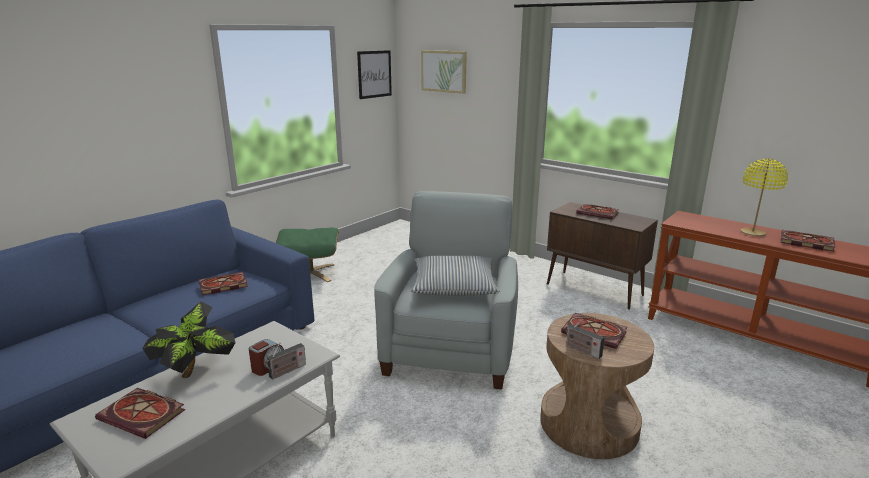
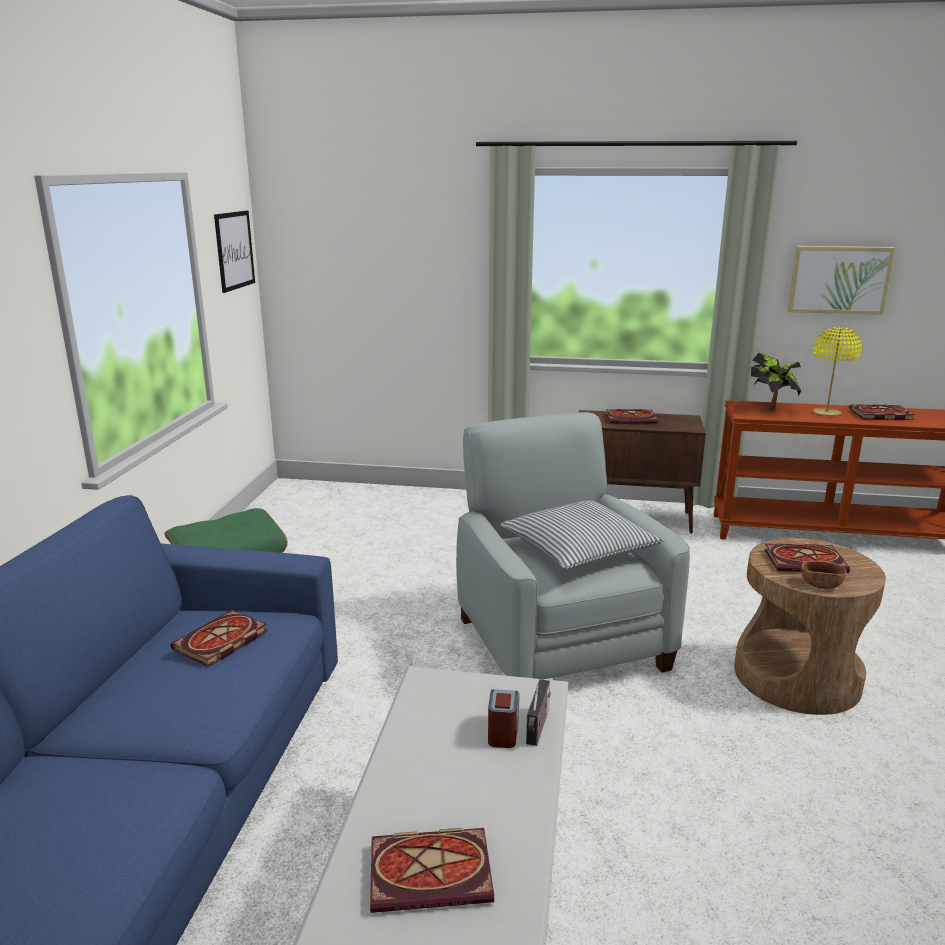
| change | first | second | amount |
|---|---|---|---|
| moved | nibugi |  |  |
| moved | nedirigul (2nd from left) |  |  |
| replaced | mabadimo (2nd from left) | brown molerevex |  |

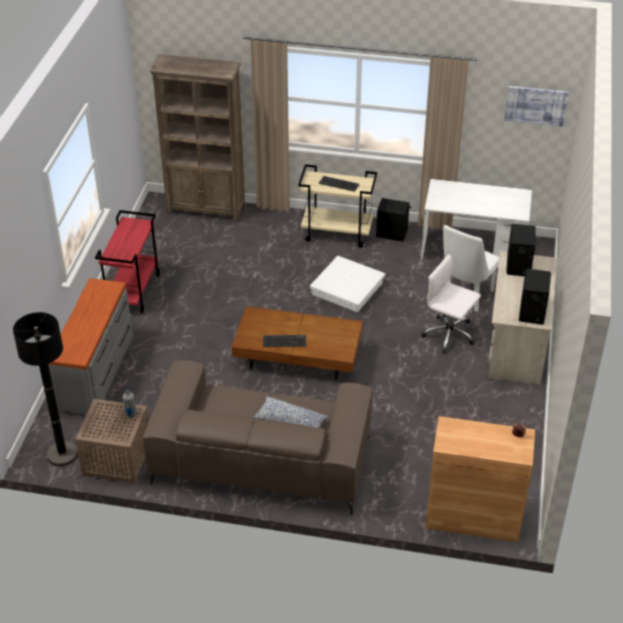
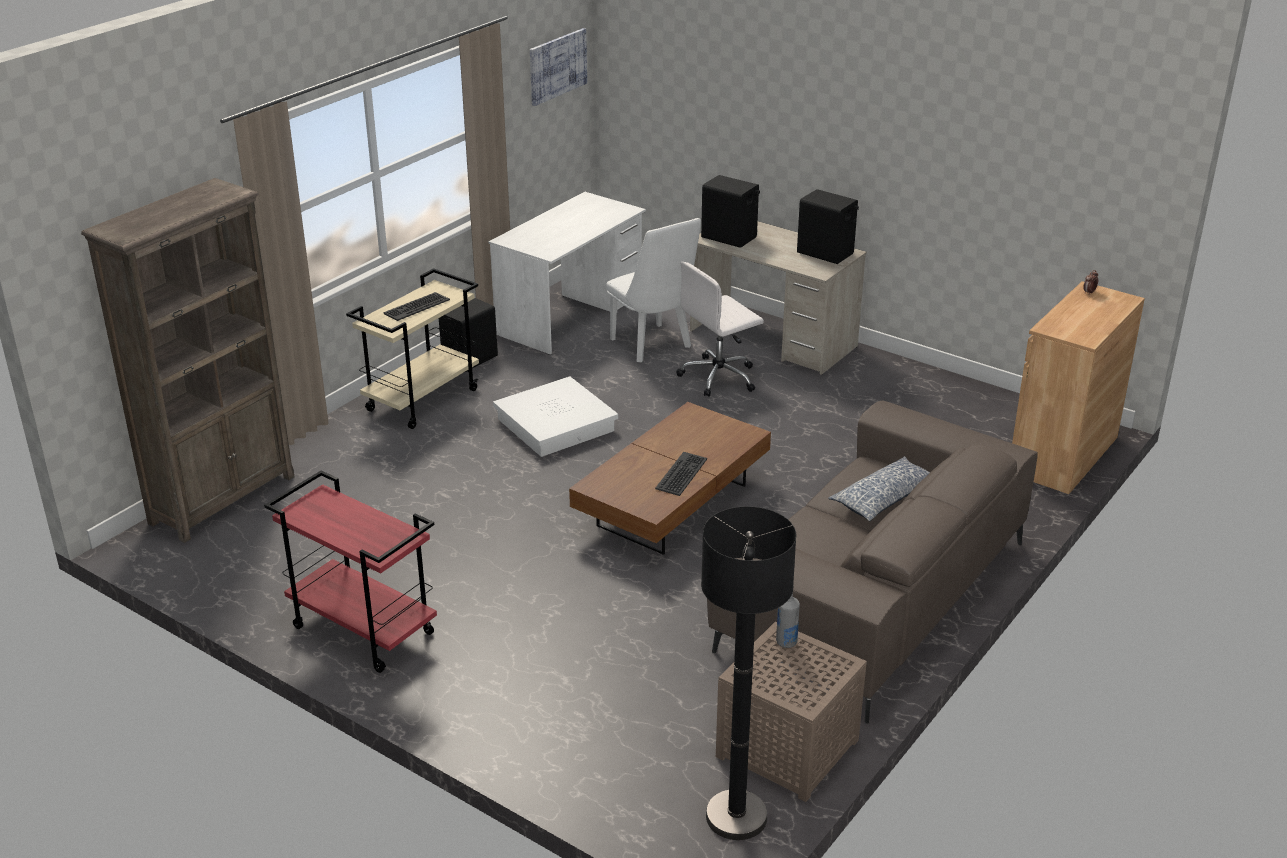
| change | first | second | amount |
|---|---|---|---|
| removed | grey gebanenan |  |  |

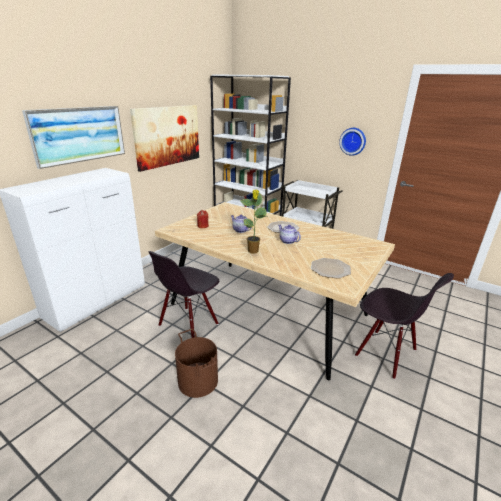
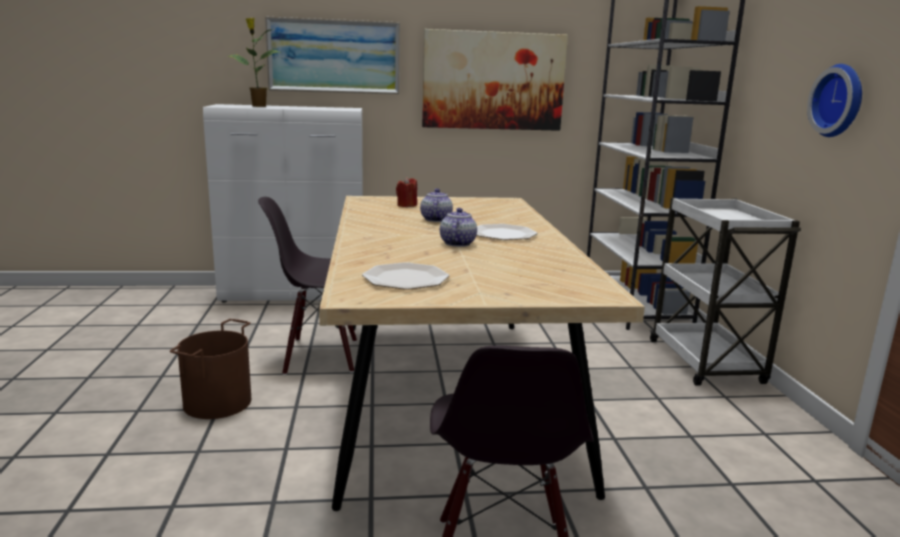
| change | first | second | amount |
|---|---|---|---|
| moved | nibugi |  |  |

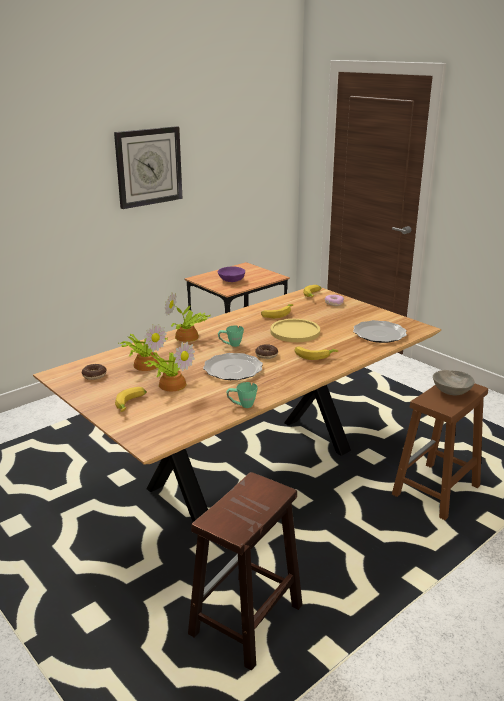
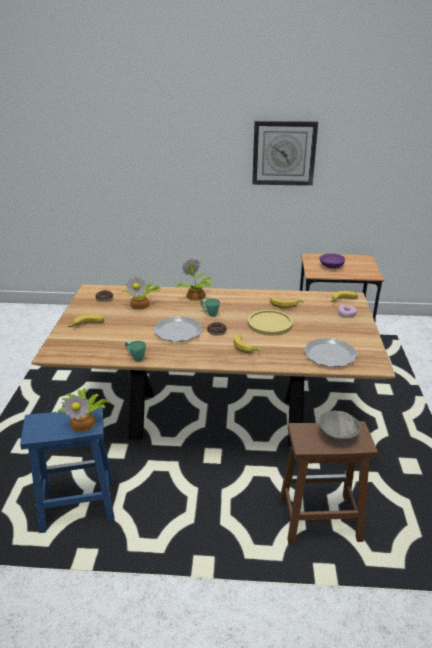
| change | first | second | amount |
|---|---|---|---|
| moved | nibugi (2nd from left in the first image) | nibugi (1st from left) |  |
| recoloured | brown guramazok (1st from left) | blue guramazok |  |

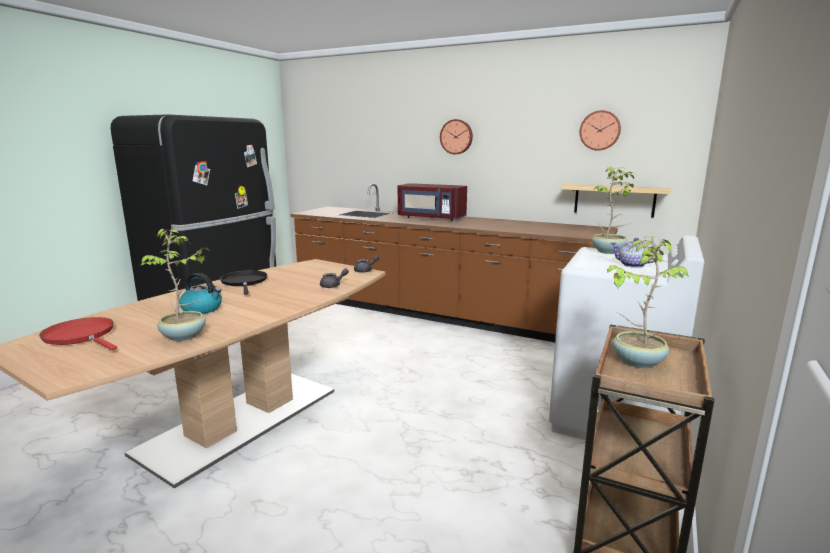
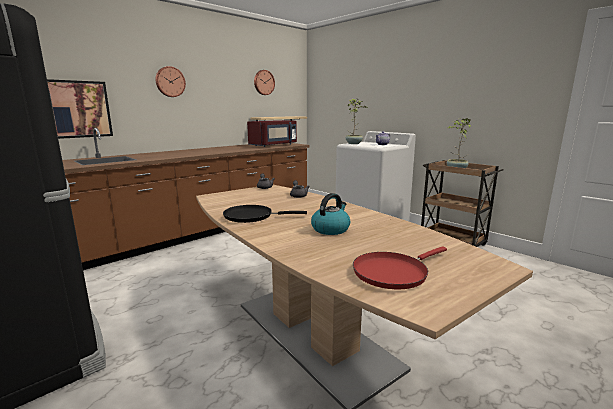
| change | first | second | amount |
|---|---|---|---|
| removed | nibugi (1st from left) |  |  |
| added |  | nedirigul |  |
| moved | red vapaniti |  |  |

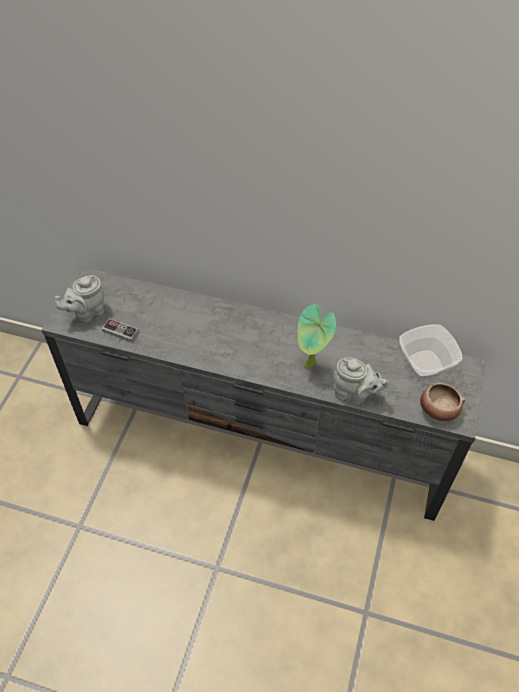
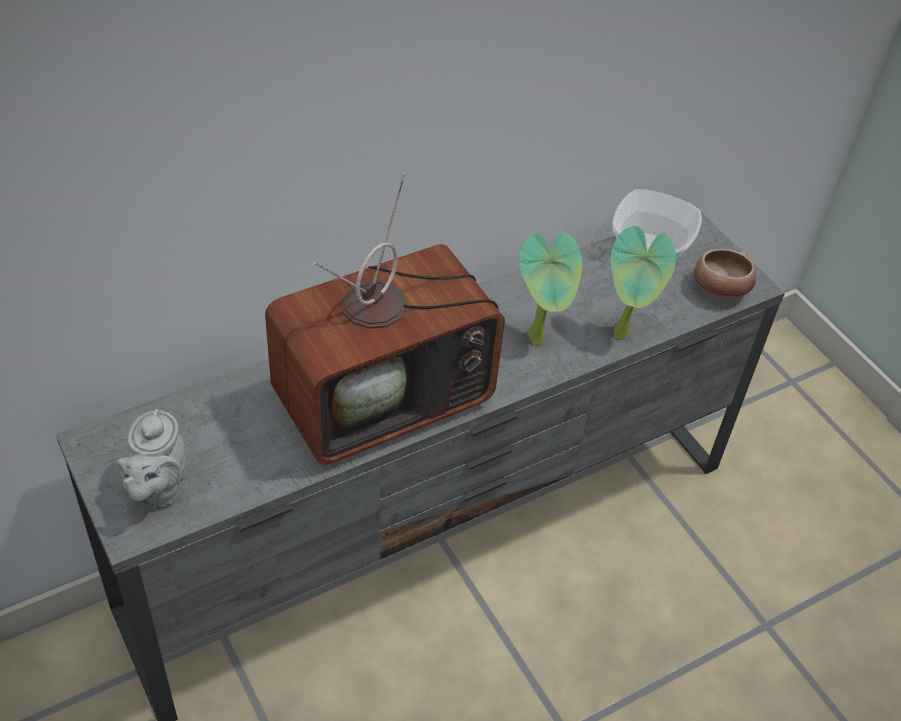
| change | first | second | amount |
|---|---|---|---|
| removed | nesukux |  |  |
| added |  | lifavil |  |
| replaced | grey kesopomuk (2nd from left) | nibugi (2nd from left) |  |

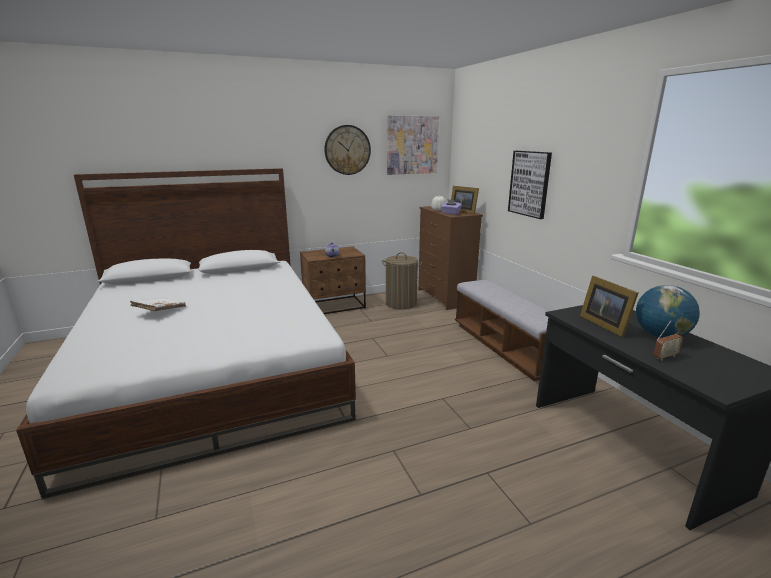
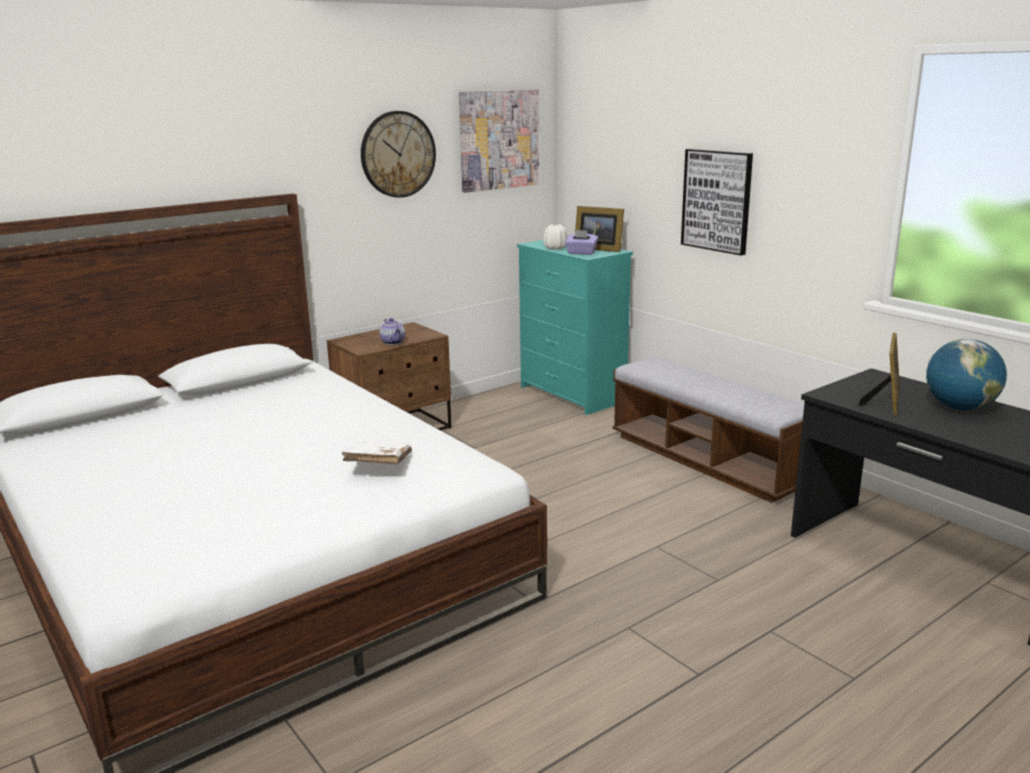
| change | first | second | amount |
|---|---|---|---|
| removed | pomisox |  |  |
| removed | mabadimo |  |  |
| moved | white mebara |  |  |
| recoloured | brown gebanenan | turquoise gebanenan |  |
| turned | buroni (2nd from left) |  | 120 degrees counterclockwise |

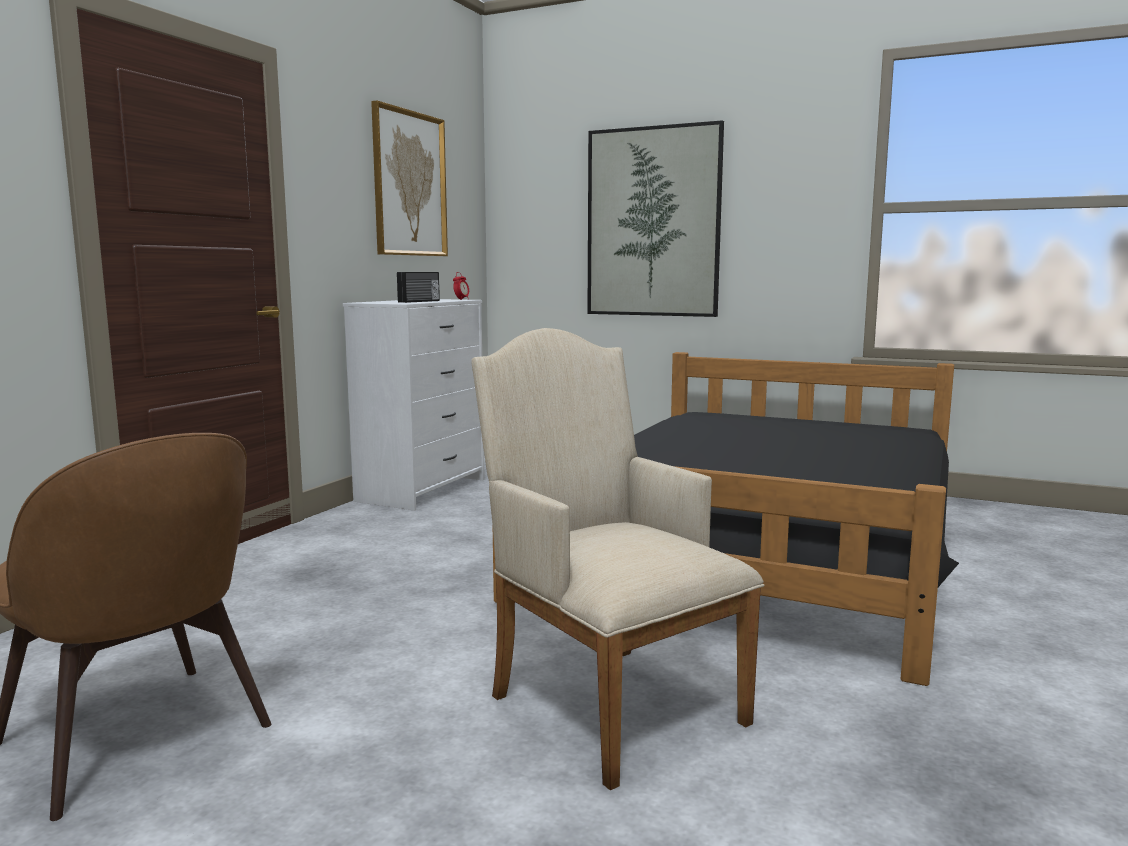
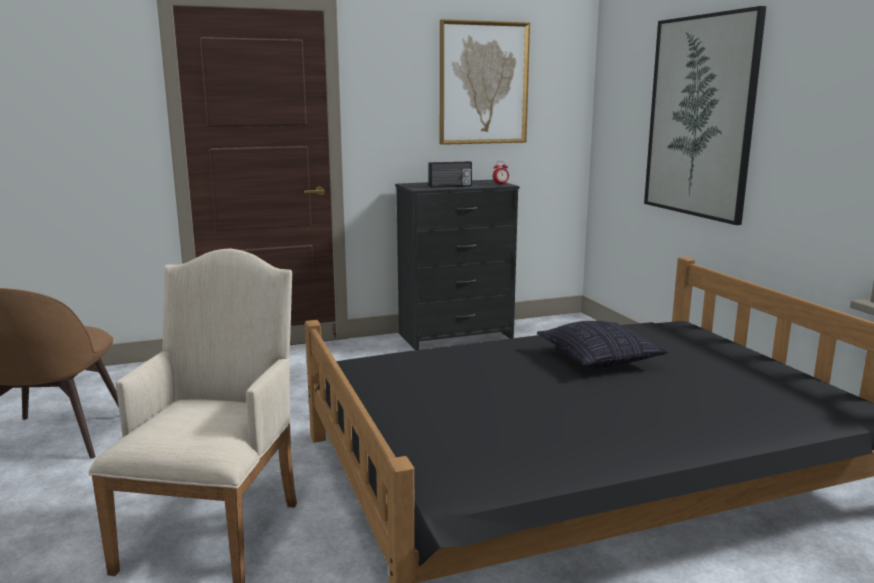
| change | first | second | amount |
|---|---|---|---|
| added |  | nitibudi |  |
| recoloured | white gebanenan | black gebanenan |  |

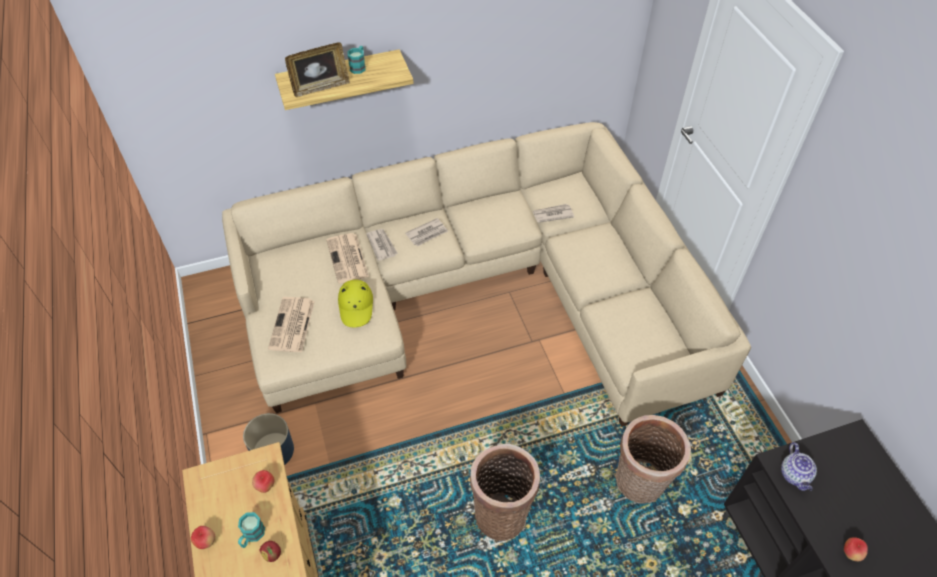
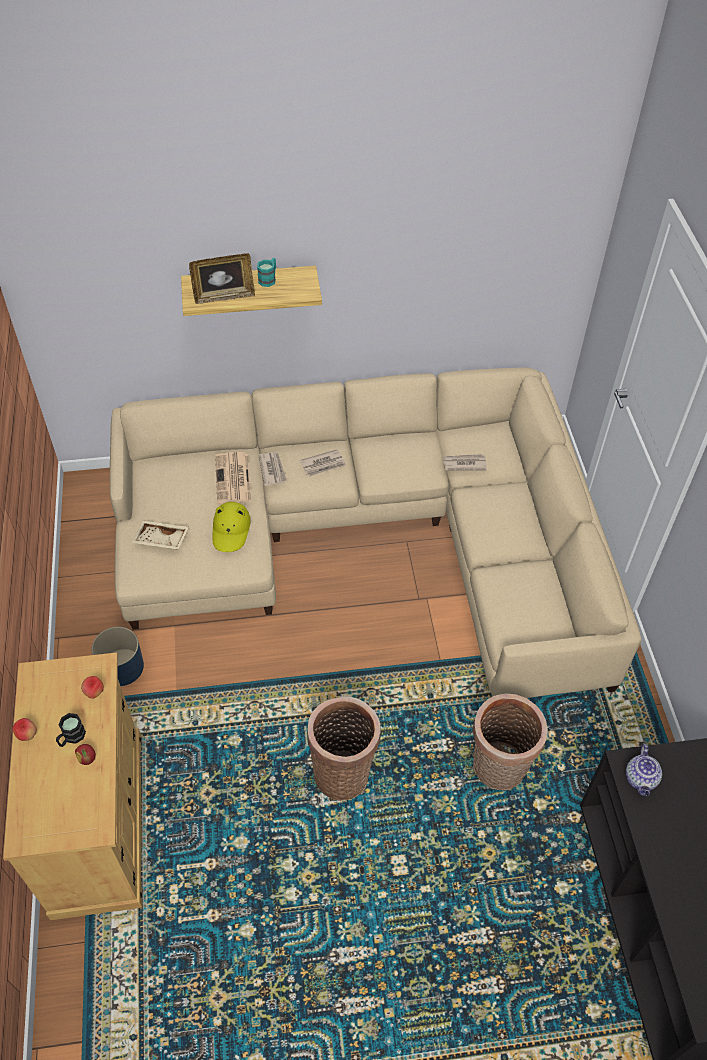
| change | first | second | amount |
|---|---|---|---|
| removed | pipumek (4th from left) |  |  |
| replaced | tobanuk (1st from left) | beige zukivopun |  |
| recoloured | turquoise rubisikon (1st from left) | black rubisikon |  |

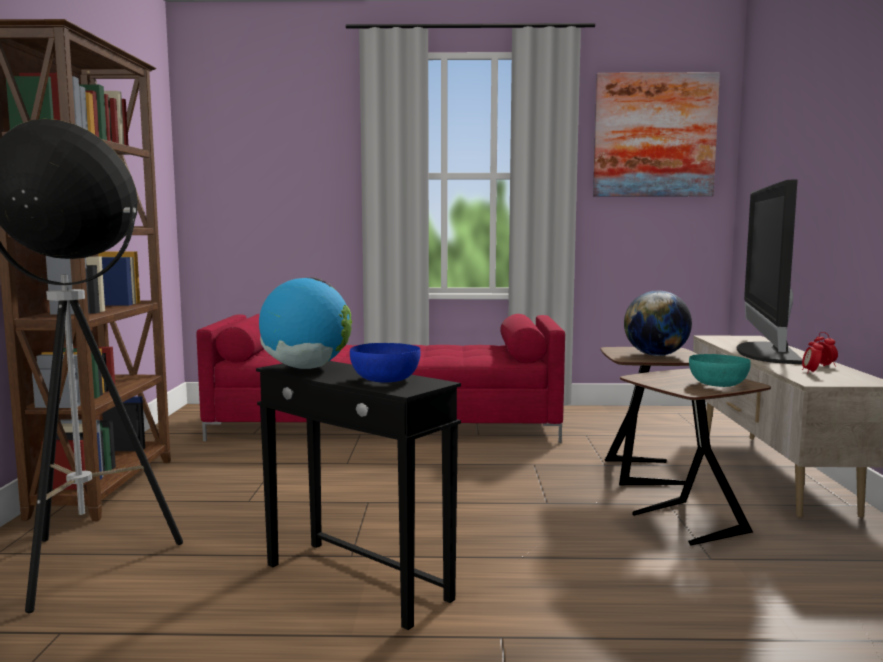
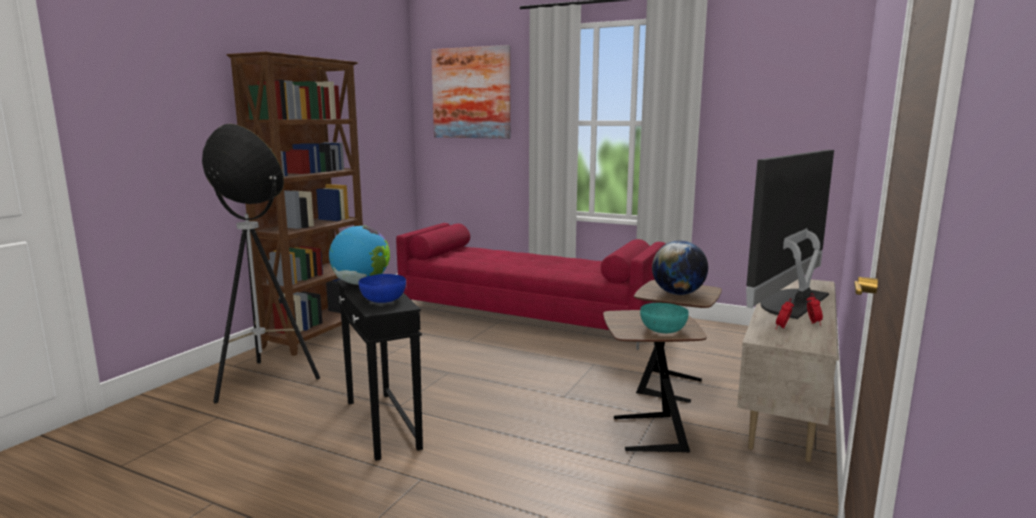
| change | first | second | amount |
|---|---|---|---|
| moved | nedirigul |  |  |

